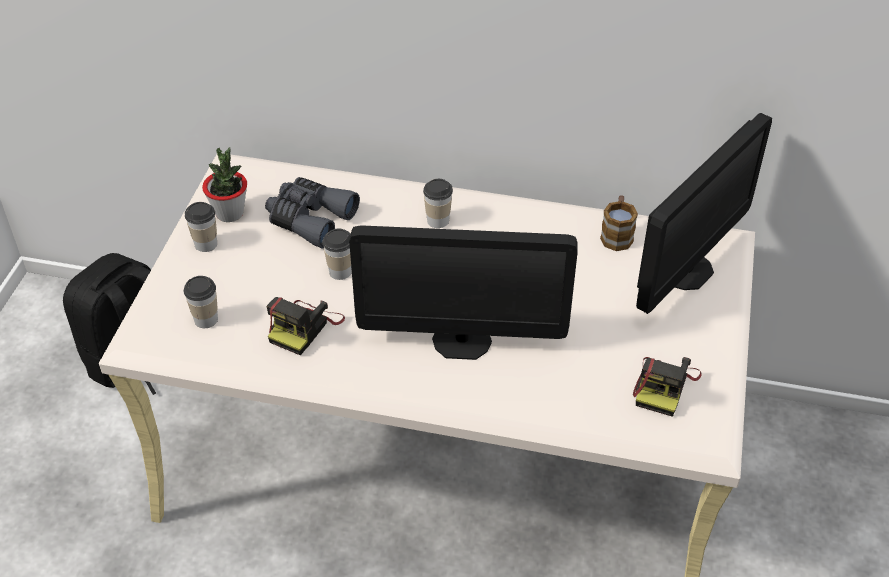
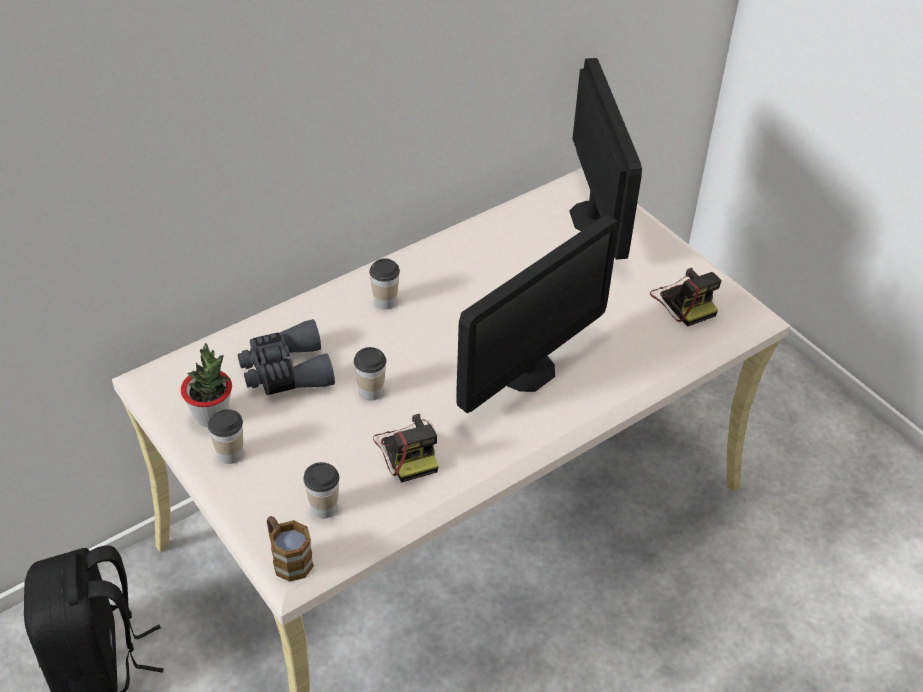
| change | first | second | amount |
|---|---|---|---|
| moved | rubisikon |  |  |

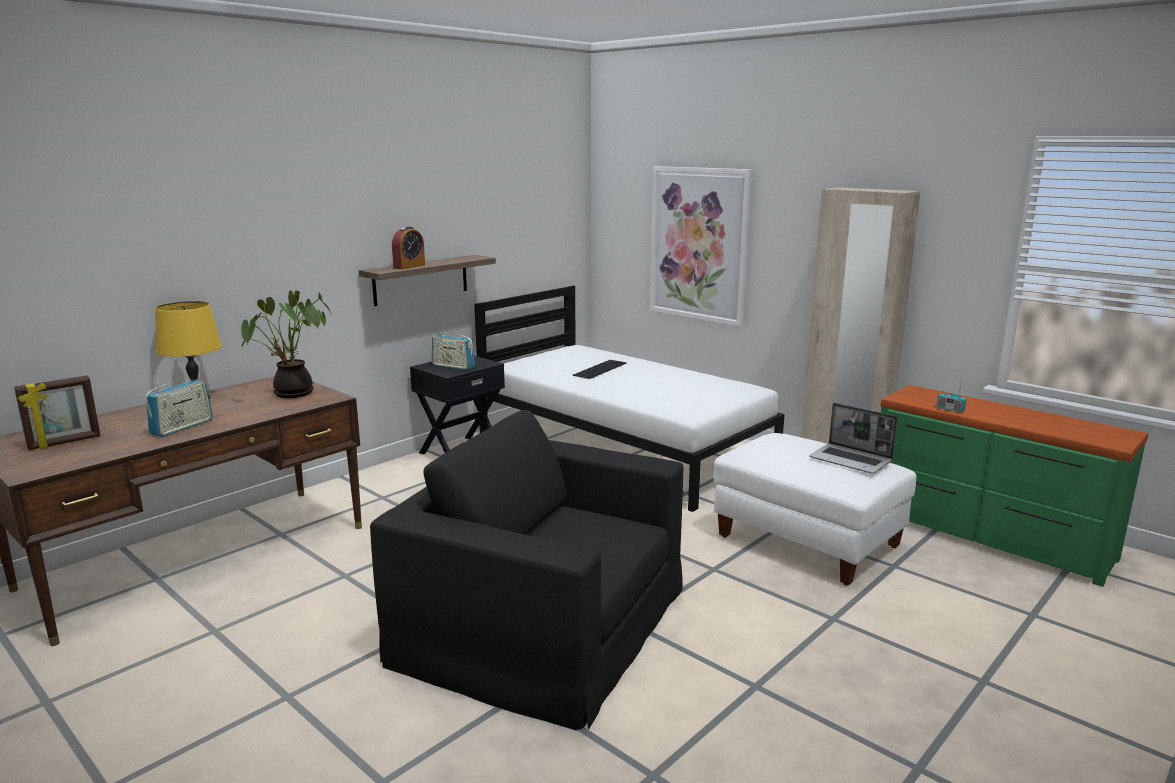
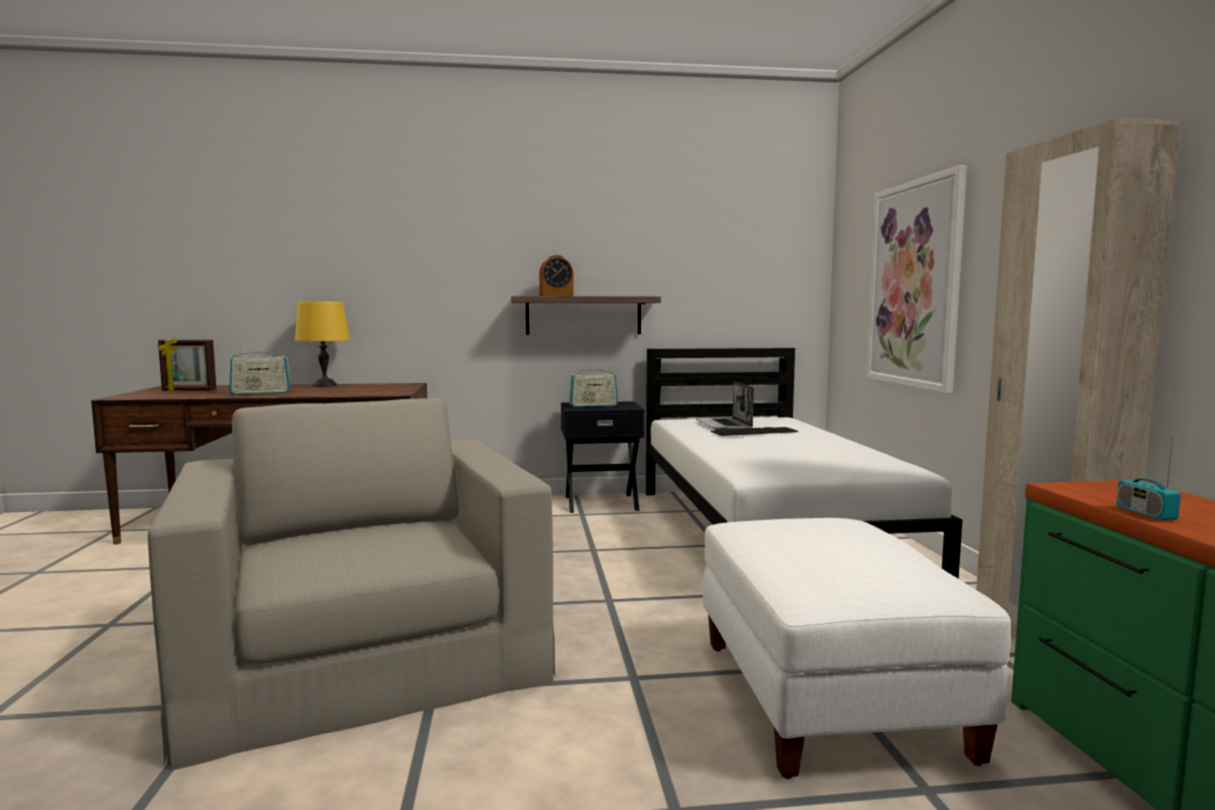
| change | first | second | amount |
|---|---|---|---|
| removed | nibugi |  |  |
| moved | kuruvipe |  |  |
| recoloured | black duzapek | beige duzapek |  |
| turned | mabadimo (2nd from left) |  | 75 degrees counterclockwise |

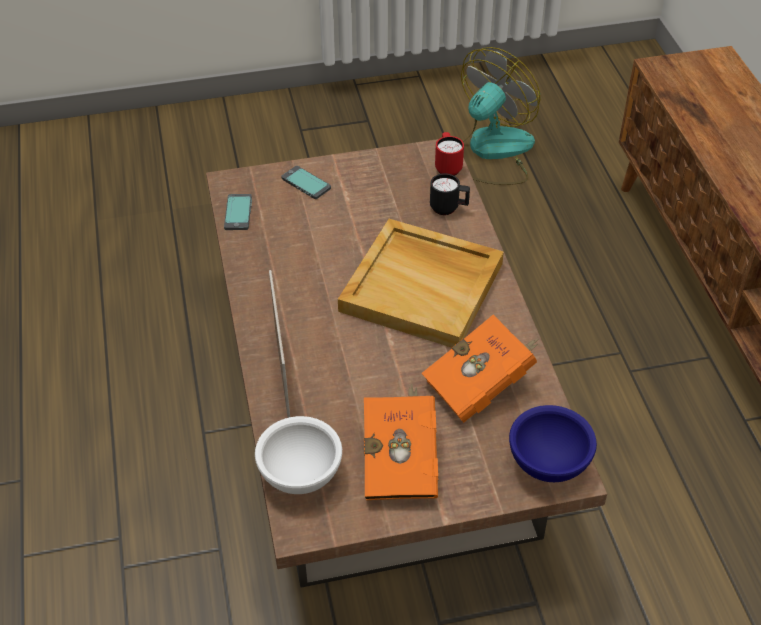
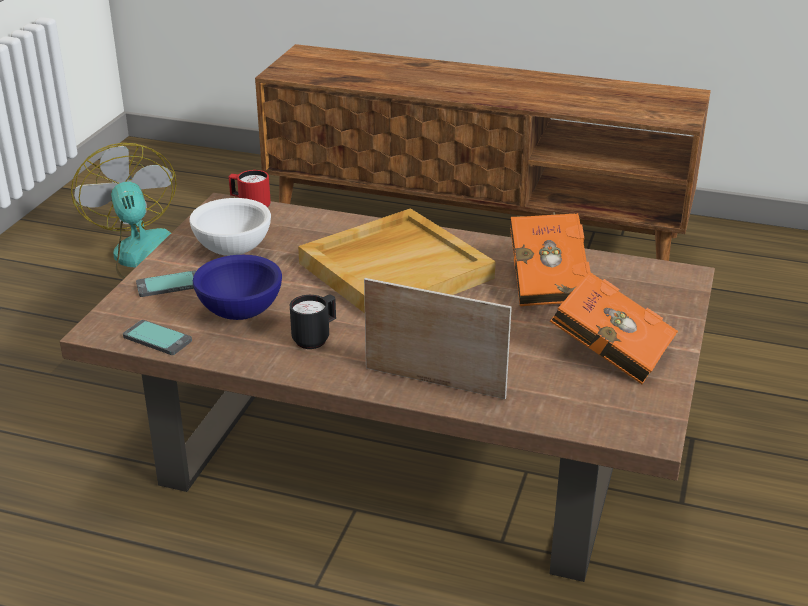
| change | first | second | amount |
|---|---|---|---|
| moved | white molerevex |  |  |
| moved | black rubisikon |  |  |
| moved | blue molerevex |  |  |

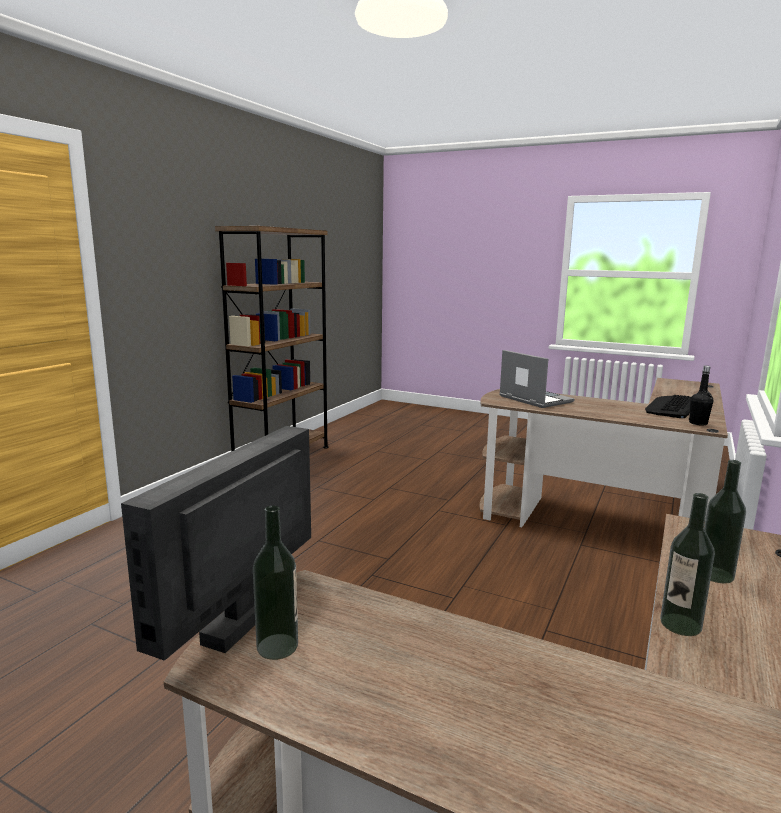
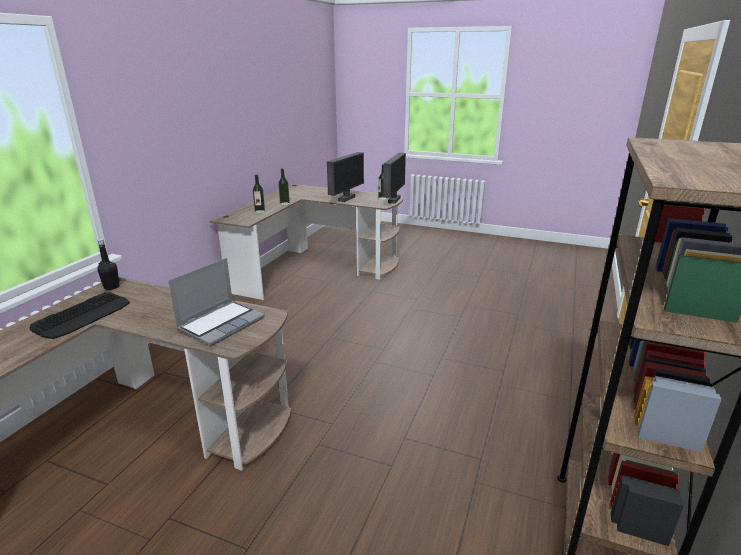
| change | first | second | amount |
|---|---|---|---|
| added |  | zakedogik (1st from left) |  |
| turned | kuruvipe |  | 105 degrees counterclockwise |

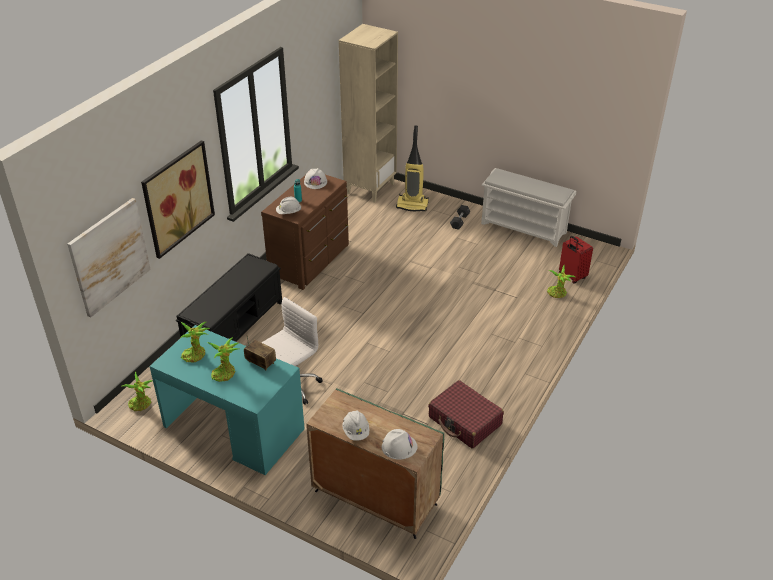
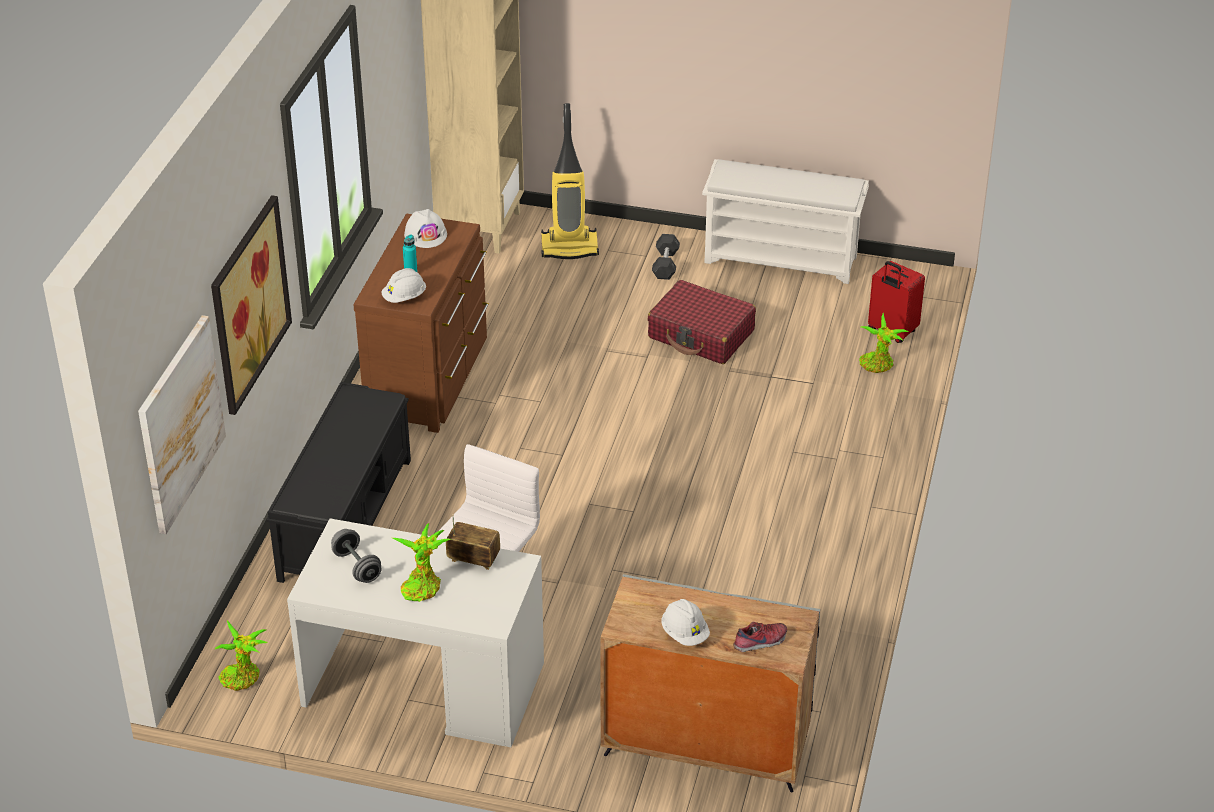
| change | first | second | amount |
|---|---|---|---|
| moved | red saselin (1st from left) |  |  |
| replaced | nibugi (2nd from left) | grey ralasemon (1st from left) |  |
| replaced | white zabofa (4th from left) | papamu |  |
| recoloured | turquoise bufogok | white bufogok |  |
| recoloured | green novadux | grey novadux |  |

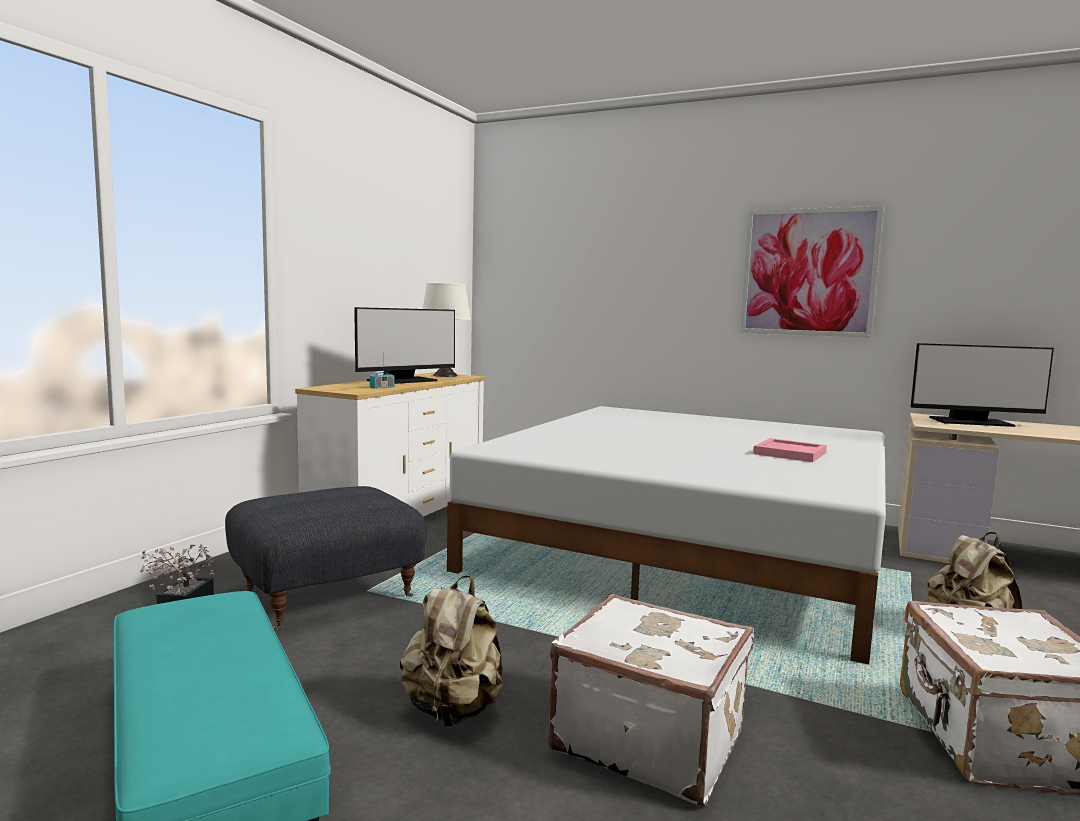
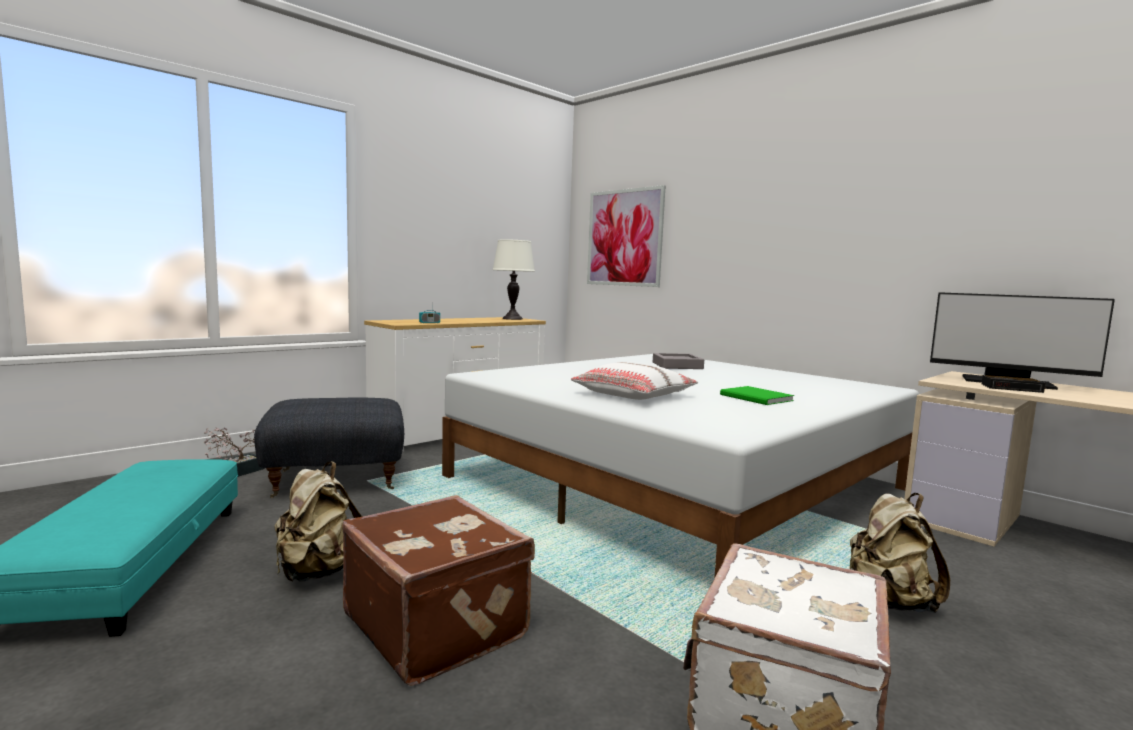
| change | first | second | amount |
|---|---|---|---|
| removed | zakedogik (1st from left) |  |  |
| added |  | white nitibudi |  |
| added |  | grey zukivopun |  |
| added |  | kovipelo |  |
| moved | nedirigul |  |  |
| replaced | pink zukivopun | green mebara |  |
| recoloured | white saselin (1st from left) | brown saselin |  |

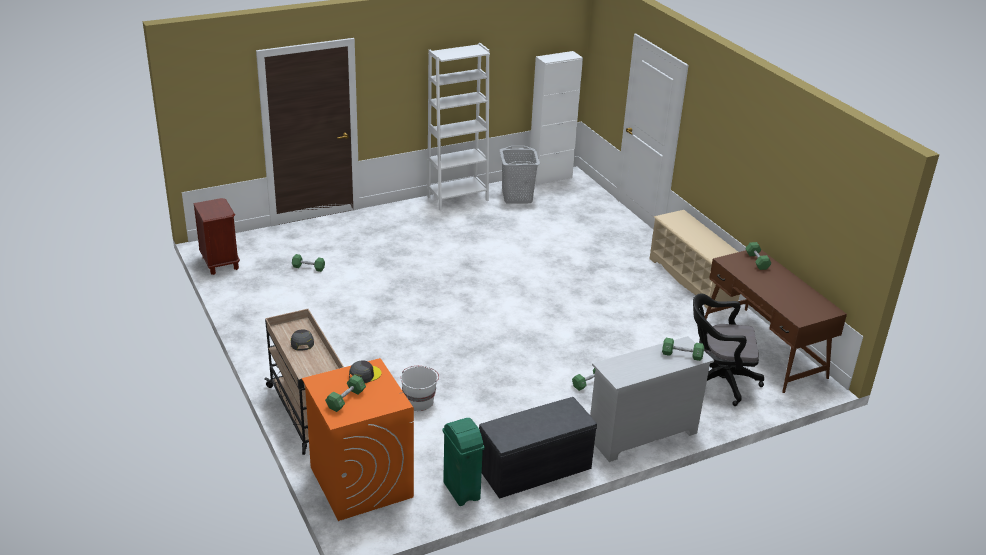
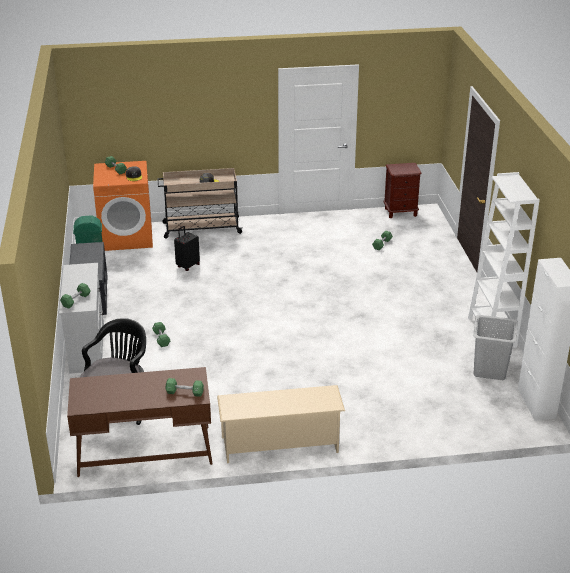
| change | first | second | amount |
|---|---|---|---|
| replaced | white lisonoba | black saselin |  |

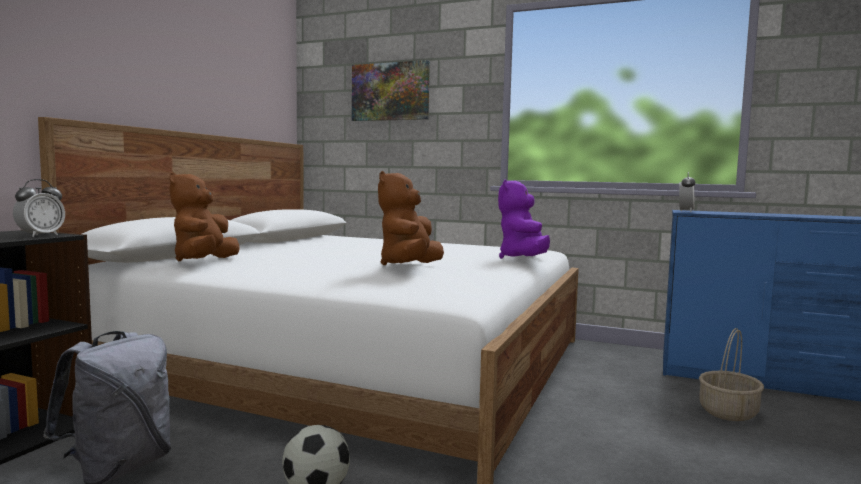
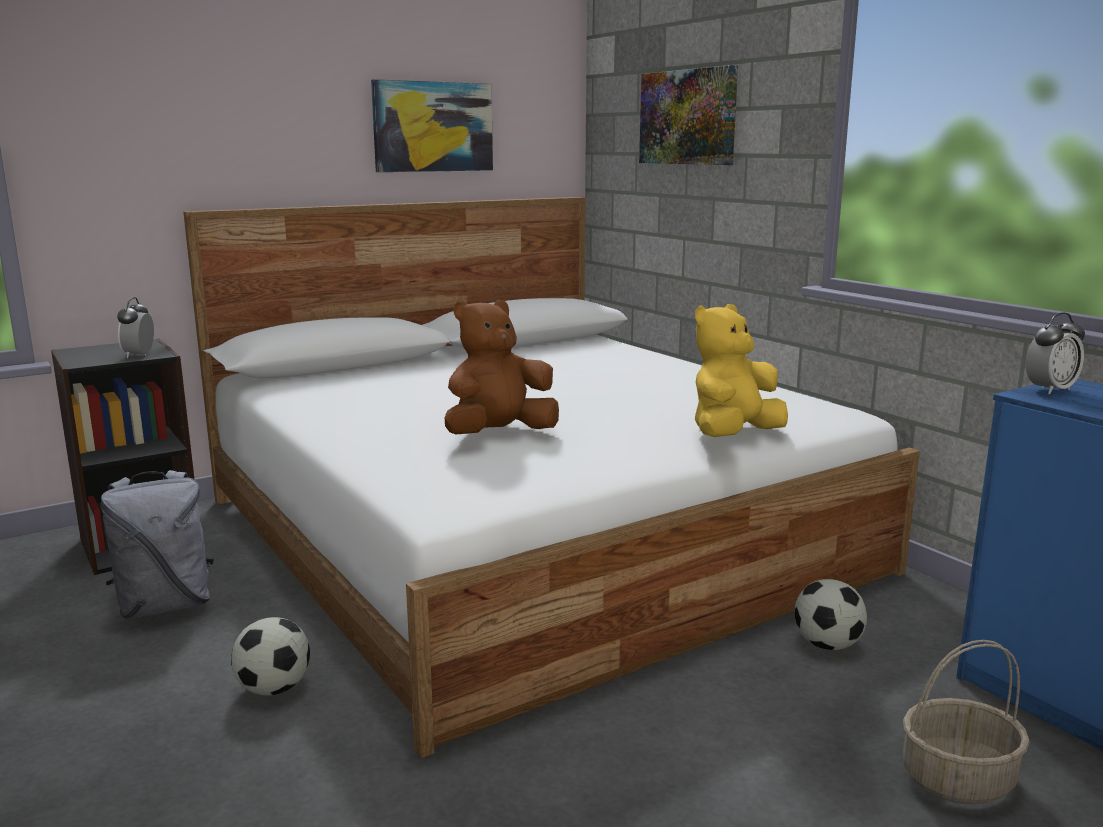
| change | first | second | amount |
|---|---|---|---|
| removed | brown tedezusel (1st from left) |  |  |
| added |  | nedirigul (1st from left) |  |
| added |  | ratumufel (2nd from left) |  |
| recoloured | purple tedezusel | yellow tedezusel |  |
| turned | kovipelo (1st from left) |  | 120 degrees clockwise |

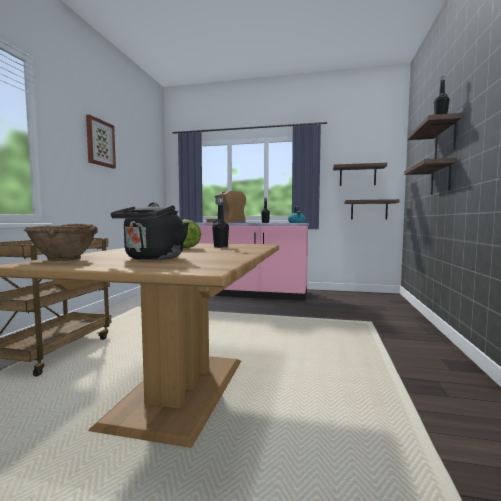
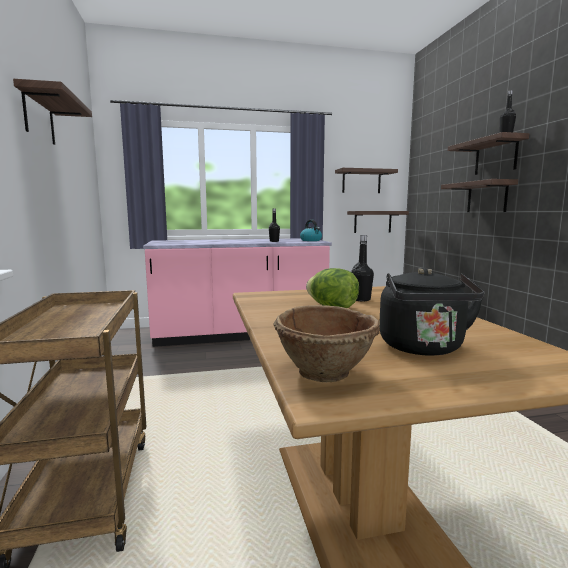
| change | first | second | amount |
|---|---|---|---|
| removed | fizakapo |  |  |
| replaced | nedirigul | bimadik (1st from left) |  |

